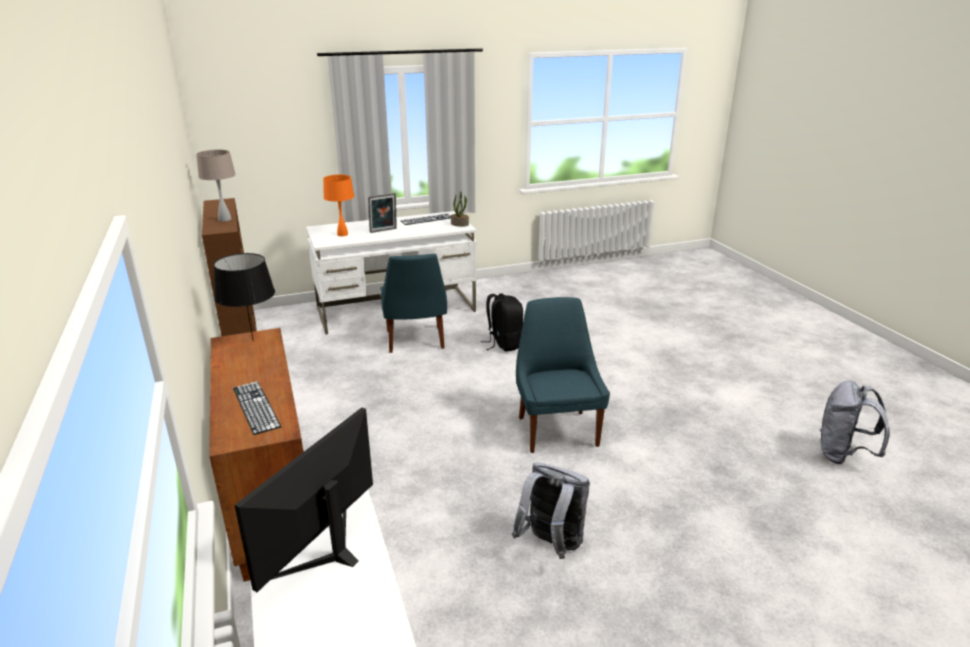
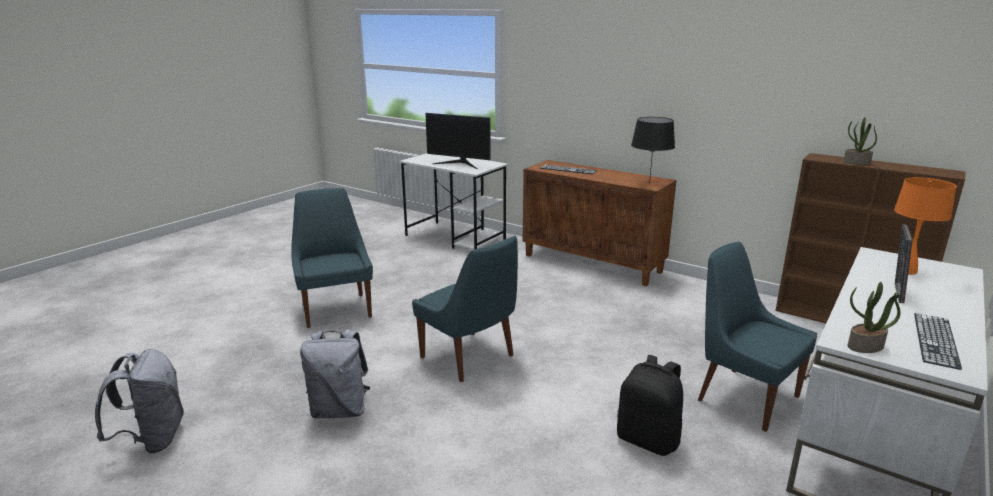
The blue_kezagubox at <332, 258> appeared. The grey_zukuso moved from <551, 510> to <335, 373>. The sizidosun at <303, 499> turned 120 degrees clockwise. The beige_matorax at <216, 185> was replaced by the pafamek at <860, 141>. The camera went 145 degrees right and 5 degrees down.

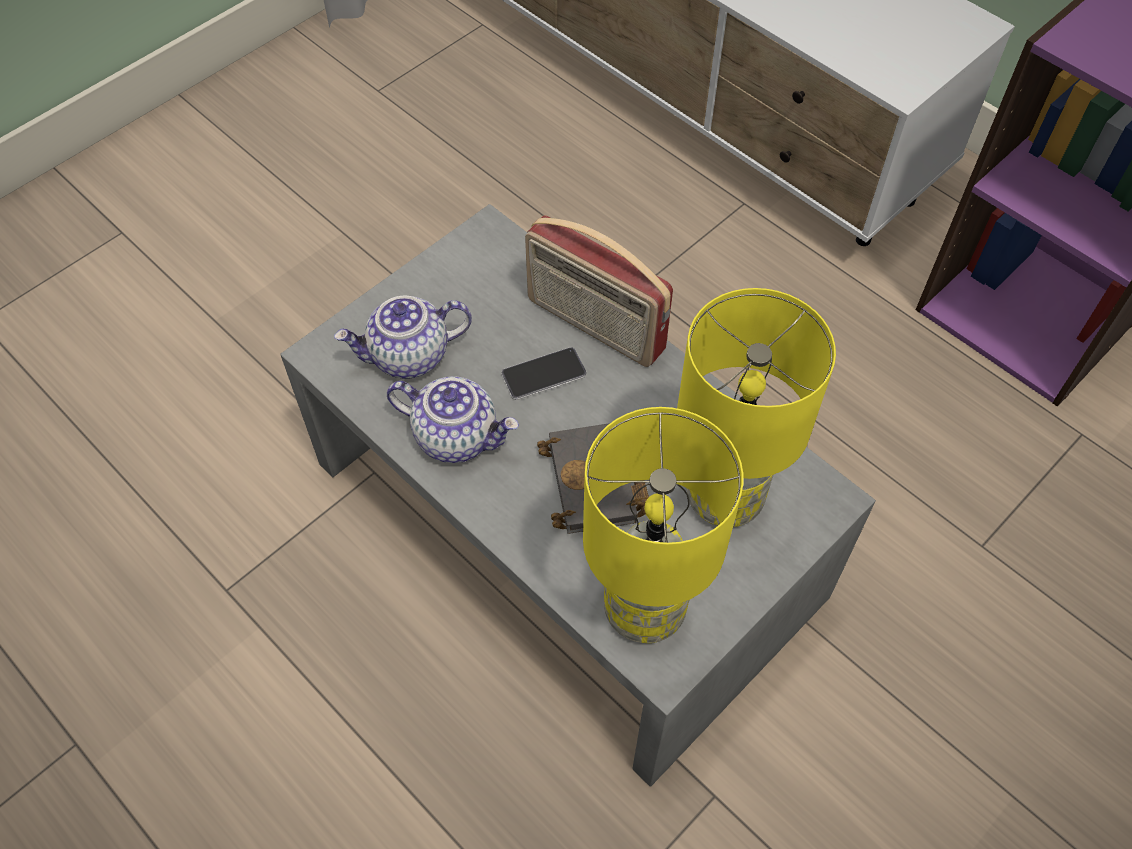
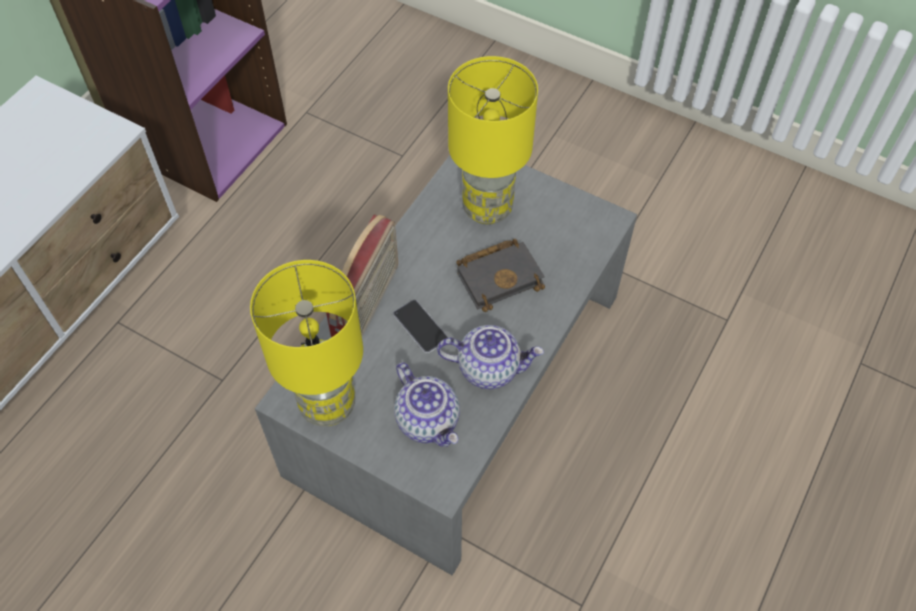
The yellow_matorax moved from <663, 525> to <306, 343>. The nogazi at <453, 419> turned 90 degrees clockwise. The camera went 105 degrees left and 0 degrees up.

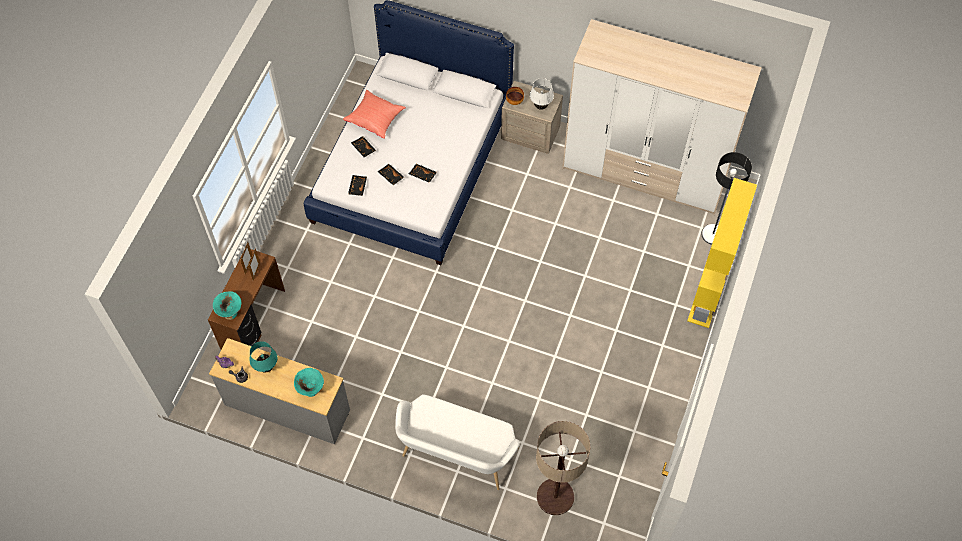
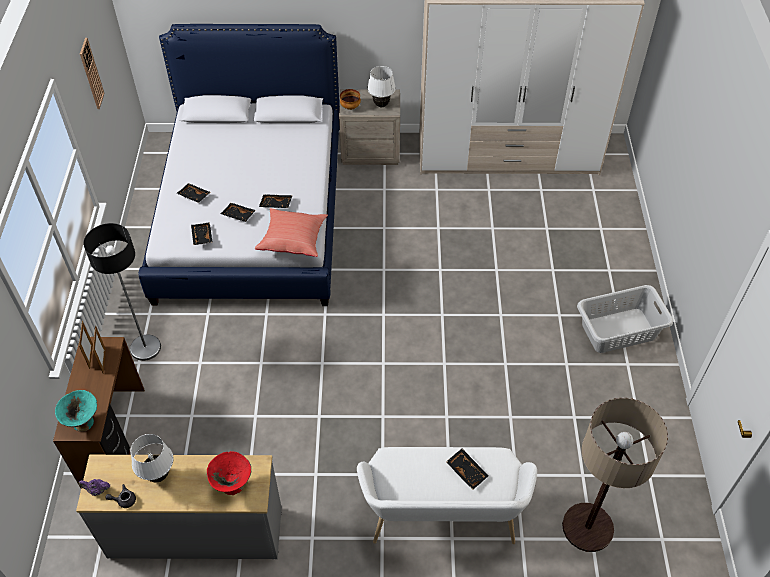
The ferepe at <92, 73> appeared. The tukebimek moved from <726, 198> to <122, 292>. The turquoise_matorax at <263, 356> became the white_matorax at <152, 458>. The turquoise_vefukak at <309, 382> became the red_vefukak at <229, 473>. The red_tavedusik moved from <374, 114> to <291, 232>. The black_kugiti at <467, 469> appeared. The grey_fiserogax at <625, 319> appeared. The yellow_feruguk at <722, 253> disappeared. The camera went 20 degrees left and 10 degrees down.

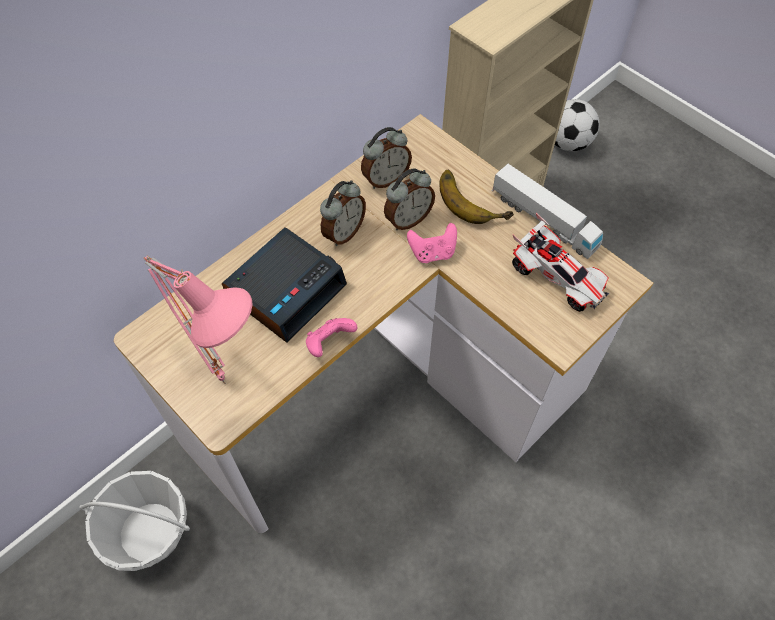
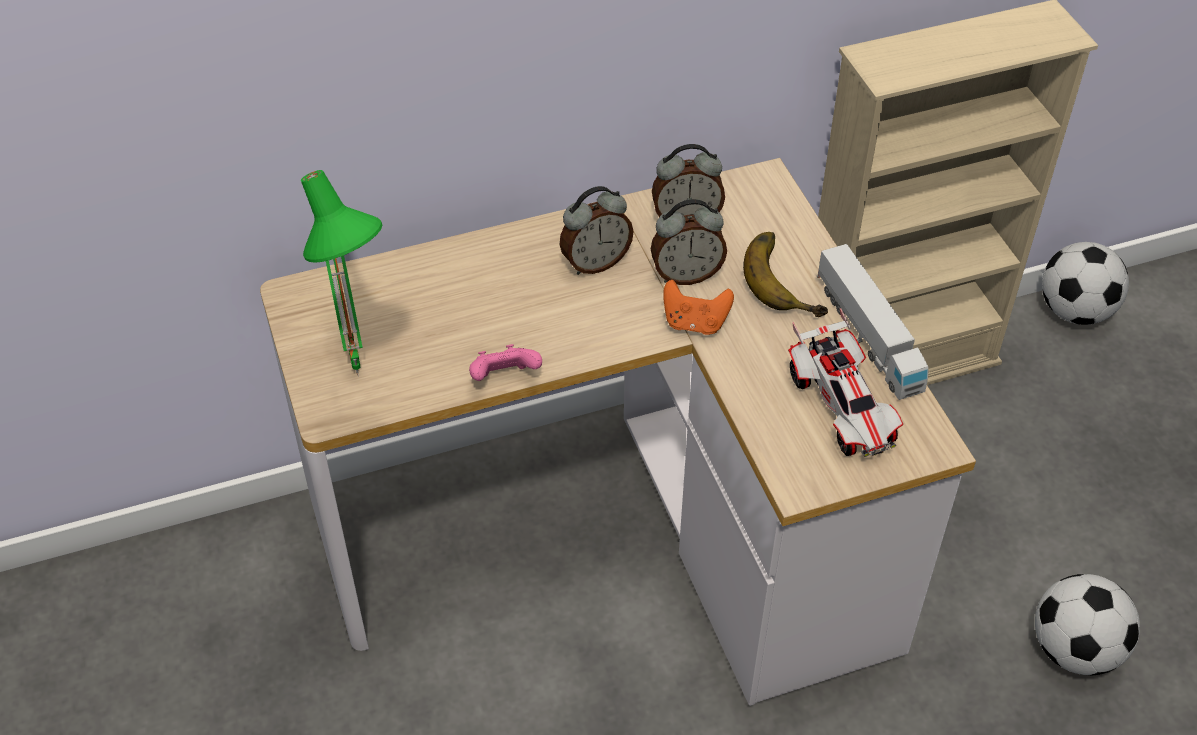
The pink_matorax at <198, 319> became the green_matorax at <341, 273>. The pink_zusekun at <432, 243> became the orange_zusekun at <698, 307>. The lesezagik at <1087, 624> appeared. The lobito at <134, 521> disappeared. The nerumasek at <284, 285> disappeared. The camera went 25 degrees right and 10 degrees down.

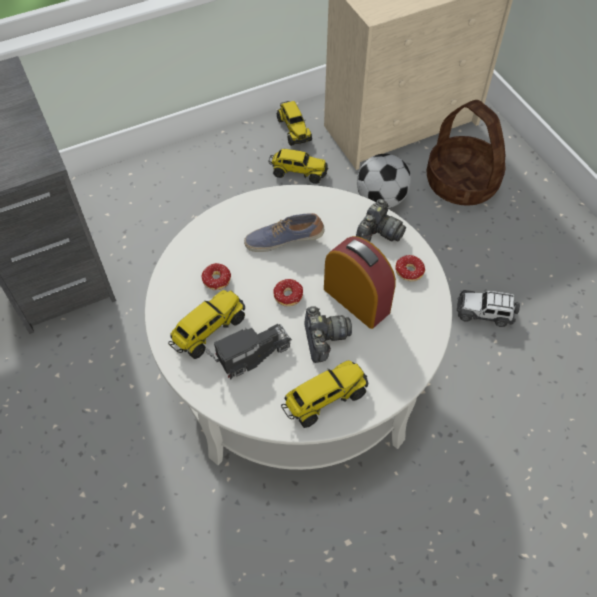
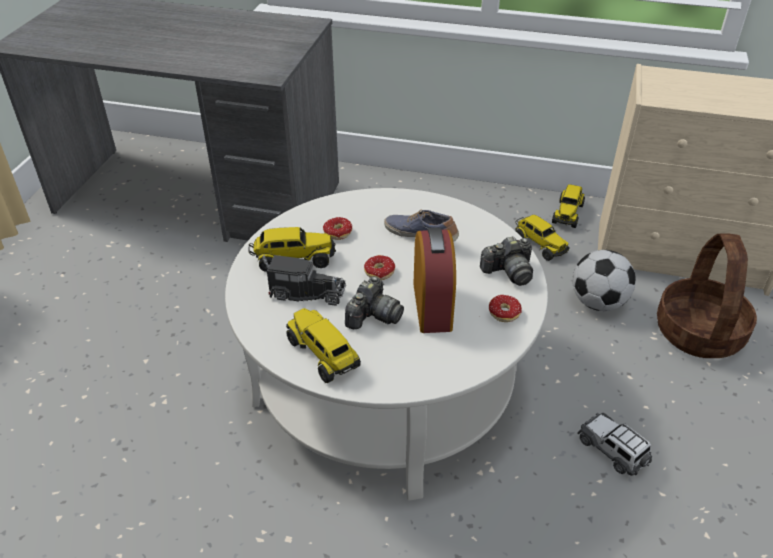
The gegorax at <324, 394> turned 135 degrees counterclockwise. The camera went 40 degrees right and 15 degrees down.

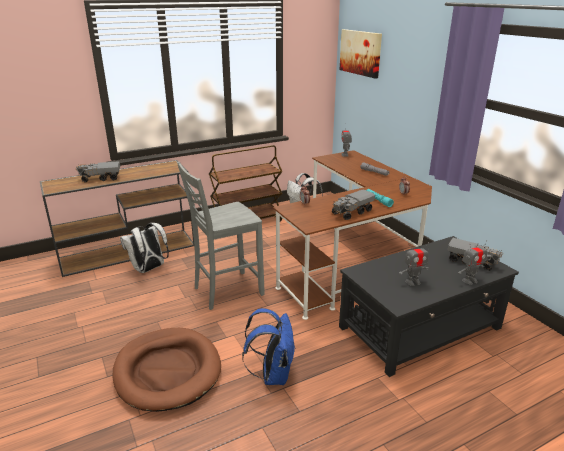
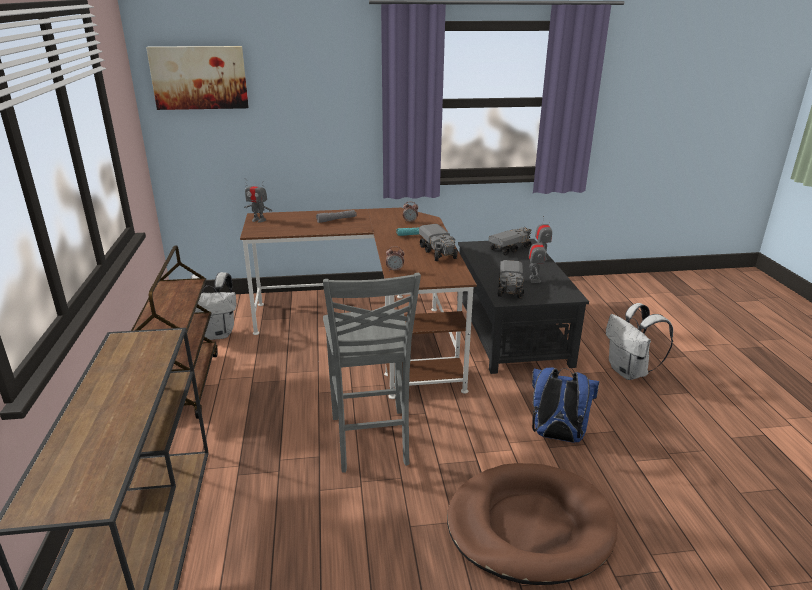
The gegorax moved from <98, 171> to <511, 279>. The white_zukuso moved from <144, 248> to <639, 341>. The camera went 70 degrees left and 0 degrees up.

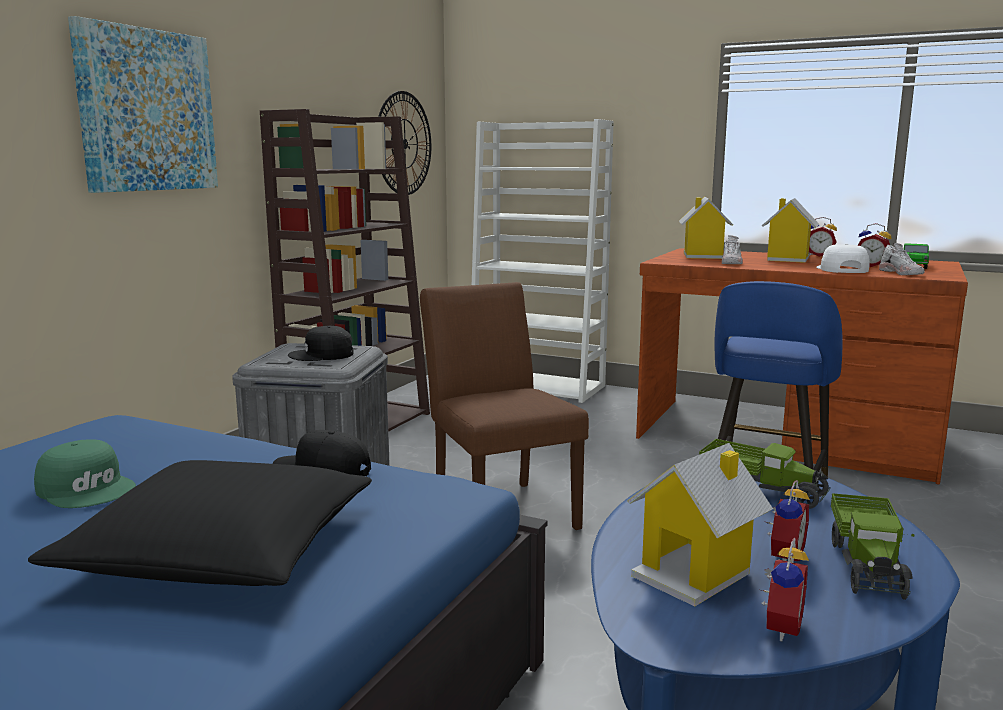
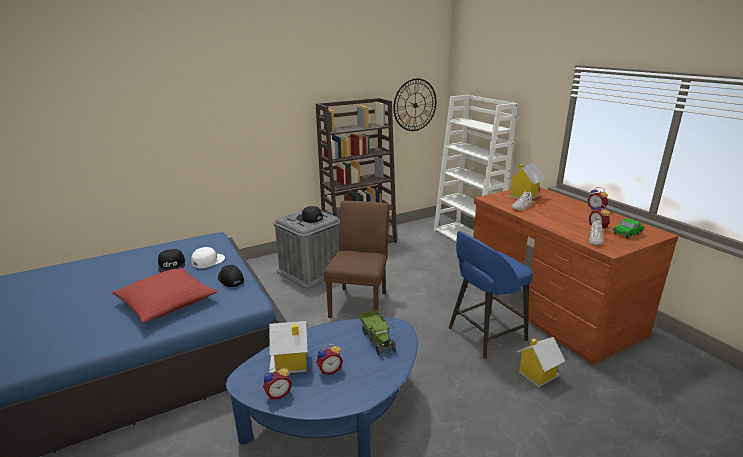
The black_tavedusik at <200, 523> became the red_tavedusik at <164, 295>. The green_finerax at <85, 474> became the black_finerax at <171, 260>. The white_finerax moved from <843, 258> to <208, 257>. The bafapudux moved from <790, 230> to <540, 362>. The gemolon at <143, 104> disappeared. The gegorax at <873, 546> disappeared. The camera went 35 degrees right and 10 degrees up.

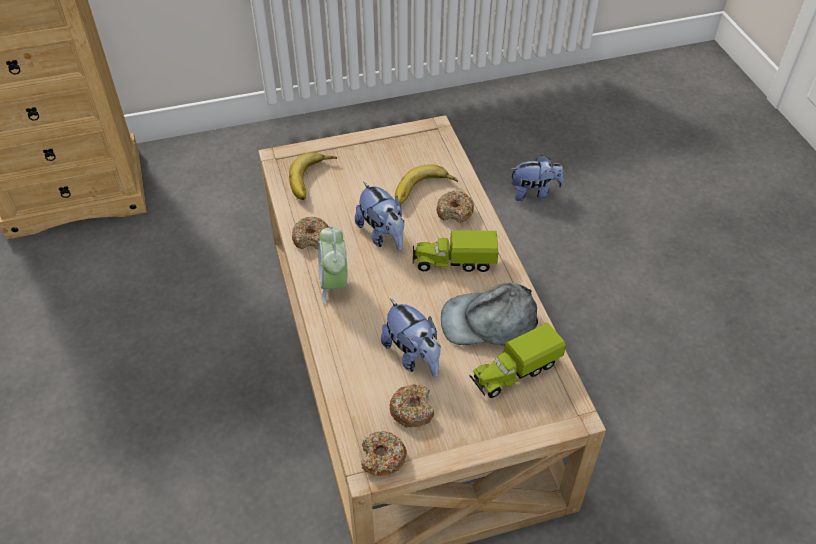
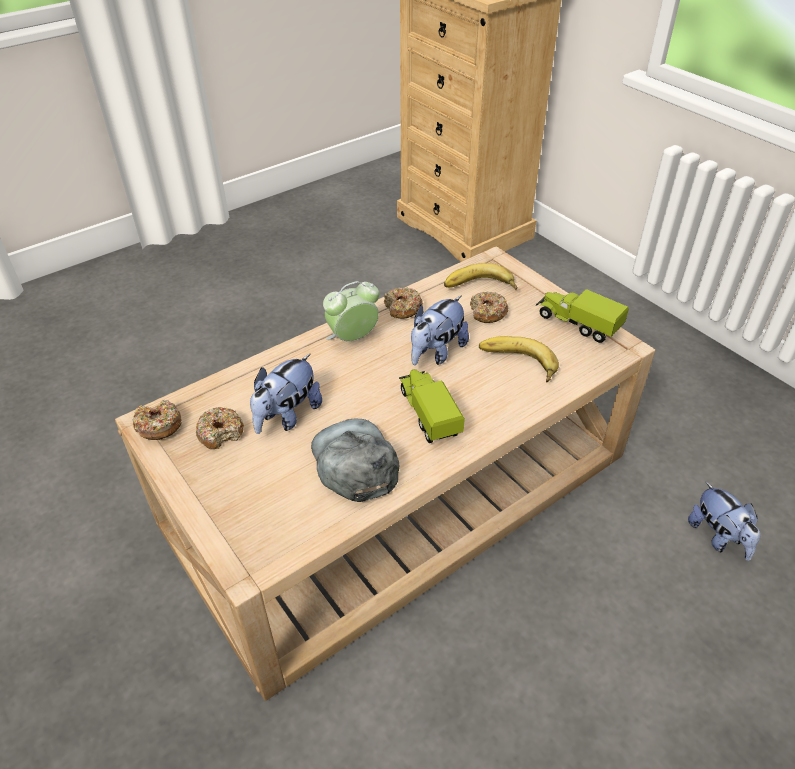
The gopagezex moved from <455, 207> to <489, 307>. The gegorax moved from <517, 360> to <582, 316>. The camera went 70 degrees right and 5 degrees down.

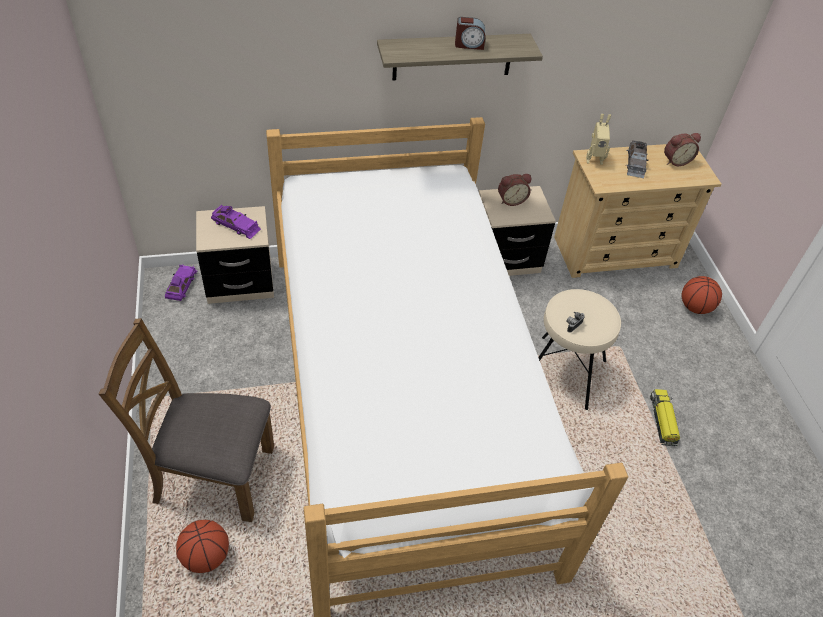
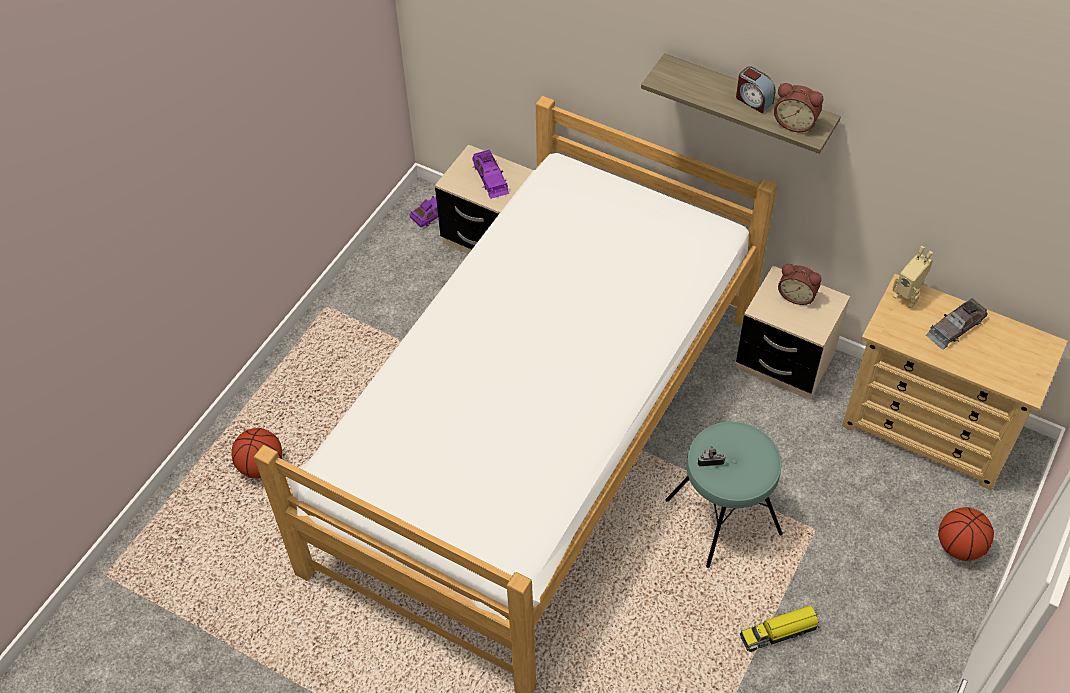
The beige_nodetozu at <579, 349> became the turquoise_nodetozu at <724, 495>. The gegorax at <665, 417> turned 150 degrees counterclockwise. The nerumasek moved from <682, 149> to <798, 107>. The brown_kezagubox at <186, 420> disappeared. The camera went 45 degrees right and 5 degrees up.

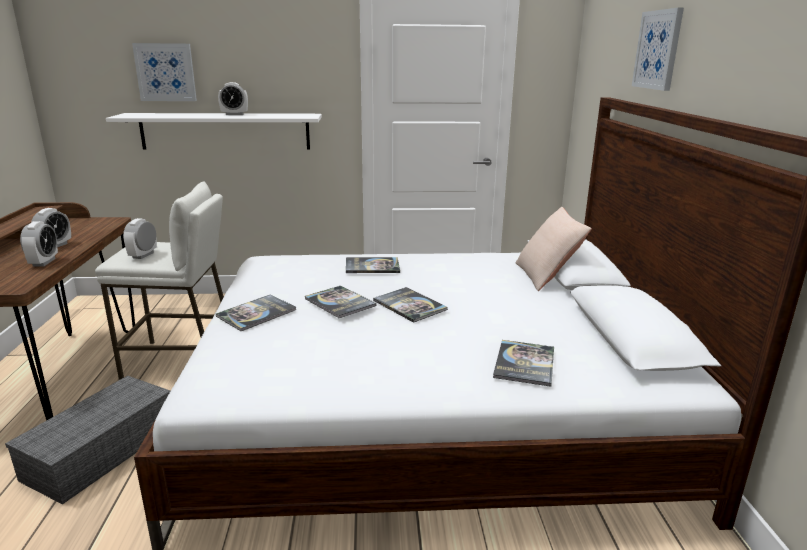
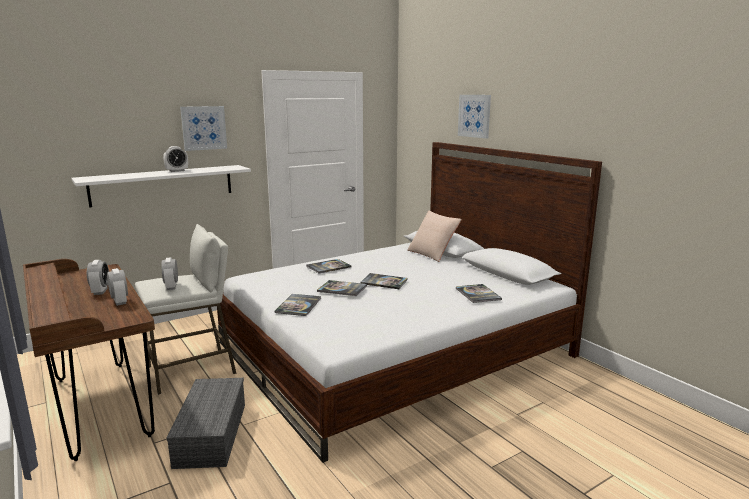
The gemolon moved from <164, 72> to <203, 128>. The camera went 30 degrees left and 5 degrees down.

